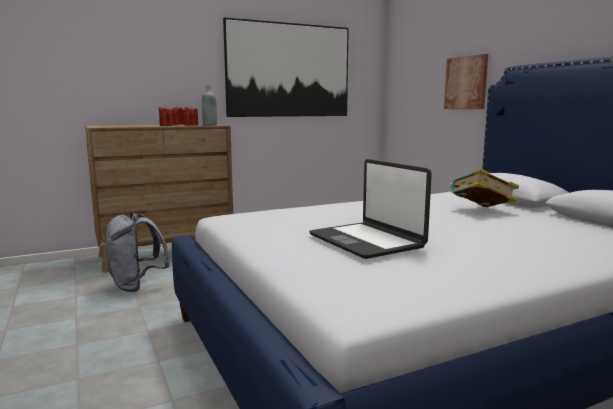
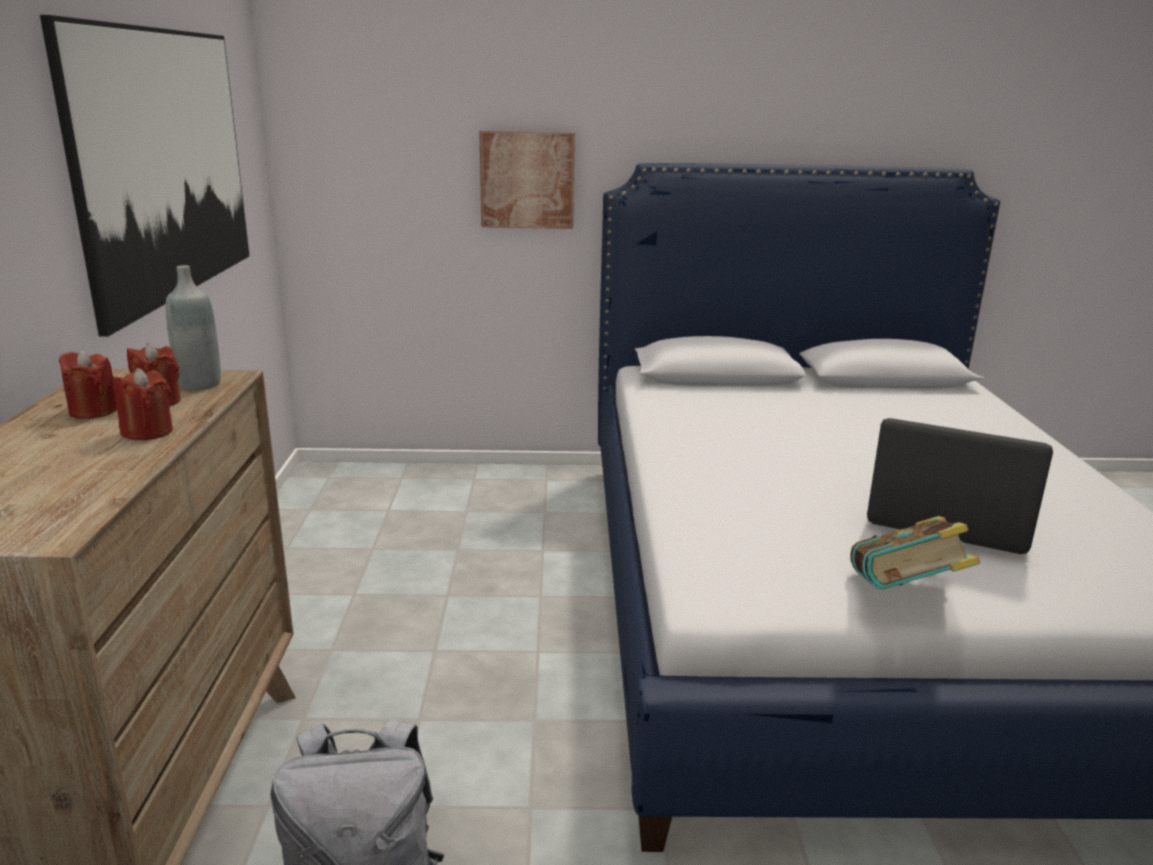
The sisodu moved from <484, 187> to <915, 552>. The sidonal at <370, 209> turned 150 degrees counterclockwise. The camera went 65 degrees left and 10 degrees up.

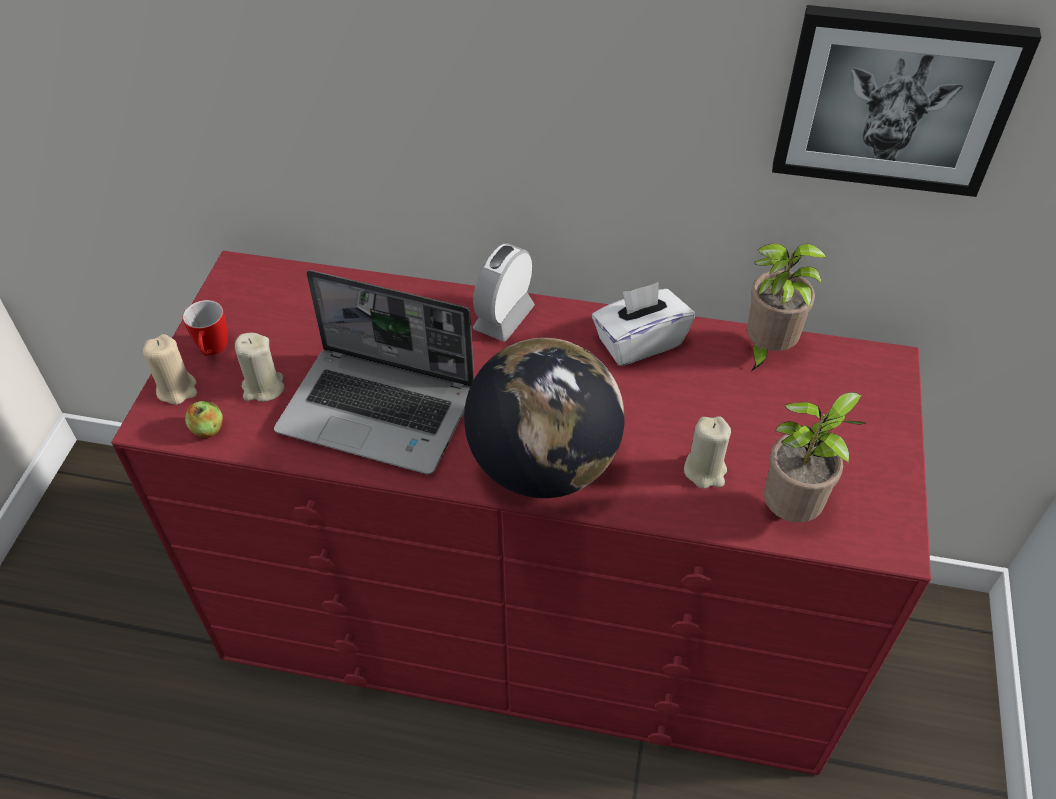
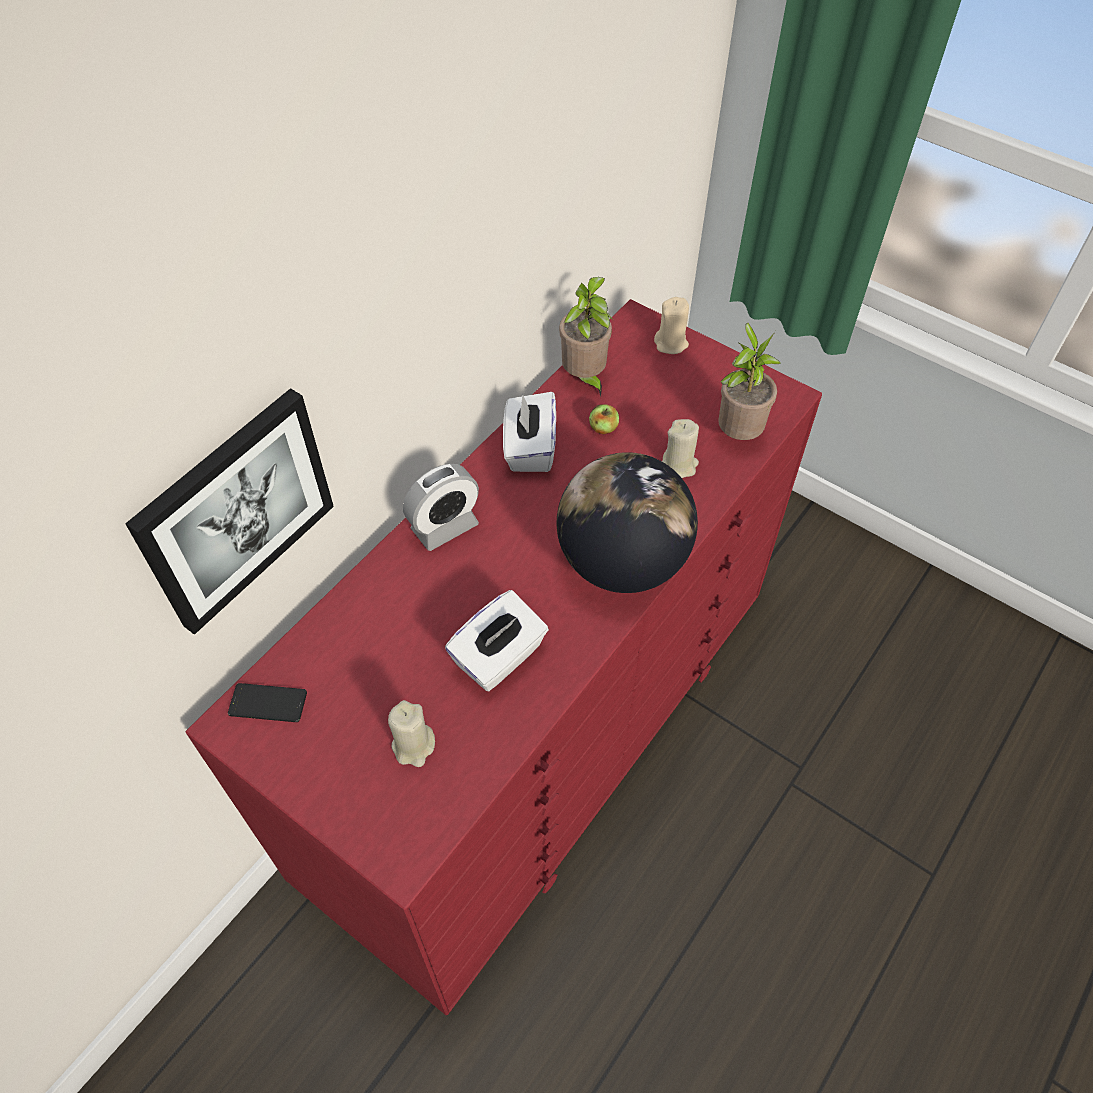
The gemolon moved from <907, 101> to <229, 511>. The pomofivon at <267, 702> appeared. The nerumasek at <504, 293> turned 90 degrees counterclockwise. The sidonal at <374, 372> was replaced by the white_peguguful at <497, 640>. The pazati moved from <204, 419> to <604, 419>. The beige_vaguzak moved from <170, 369> to <671, 325>. The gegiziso at <205, 328> disappeared. The camera went 65 degrees left and 5 degrees up.

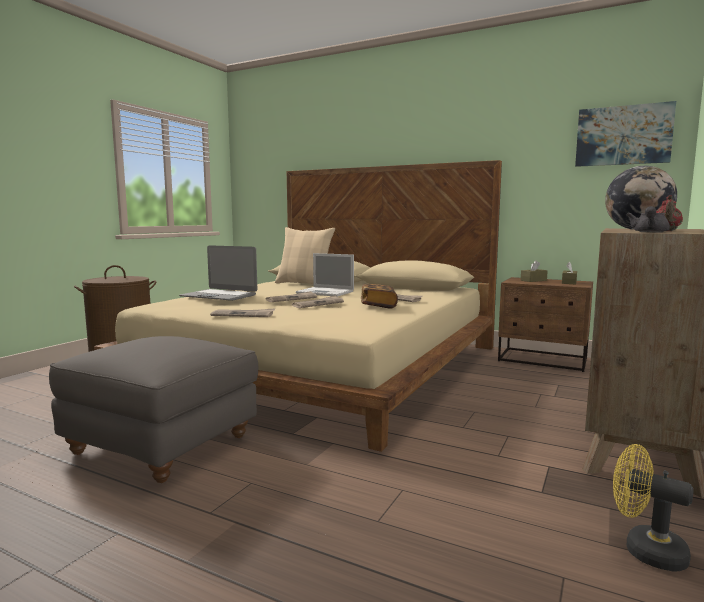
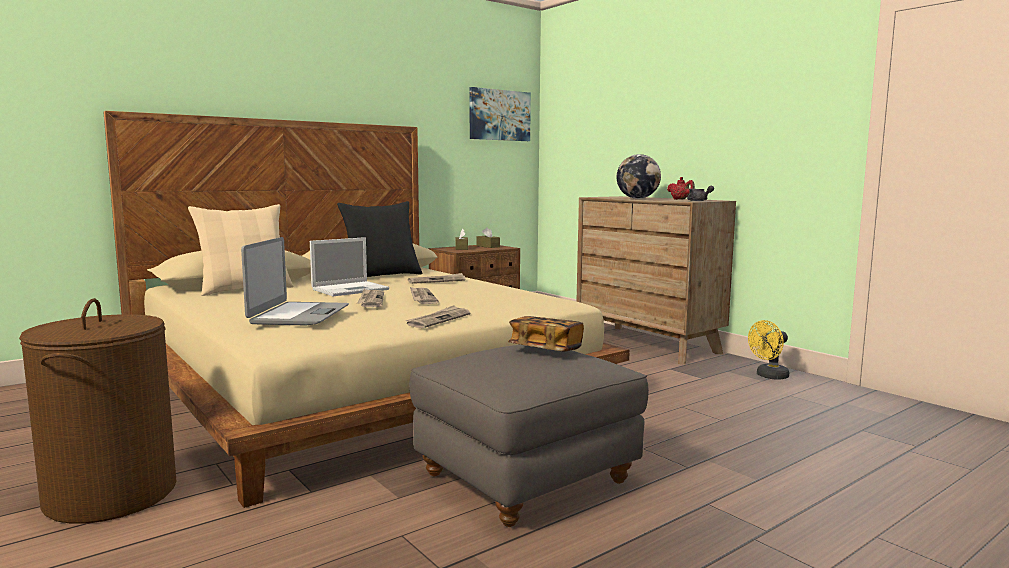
The sidonal at <218, 273> turned 45 degrees counterclockwise. The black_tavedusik at <380, 239> appeared. The sisodu moved from <379, 296> to <546, 334>. The camera went 65 degrees left and 0 degrees up.

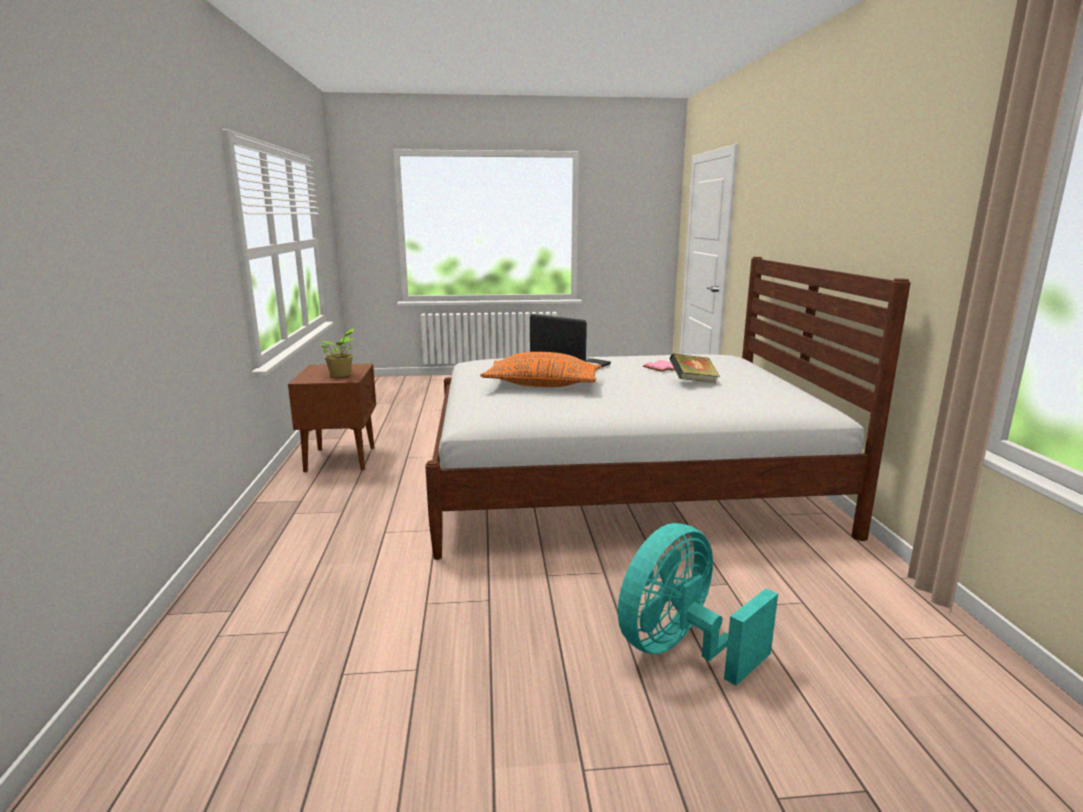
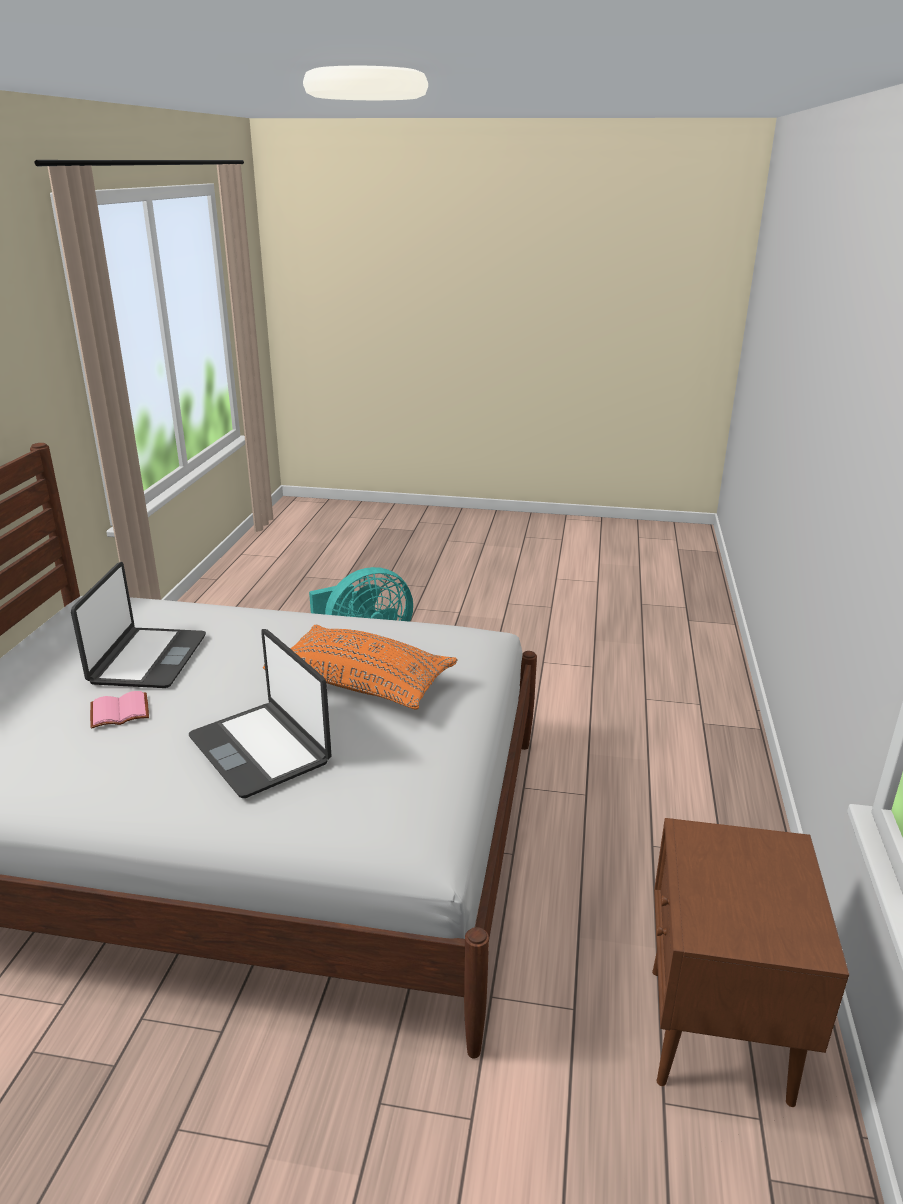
The sisodu at <695, 368> was replaced by the sidonal at <138, 625>. The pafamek at <336, 352> disappeared. The camera went 165 degrees left and 10 degrees up.

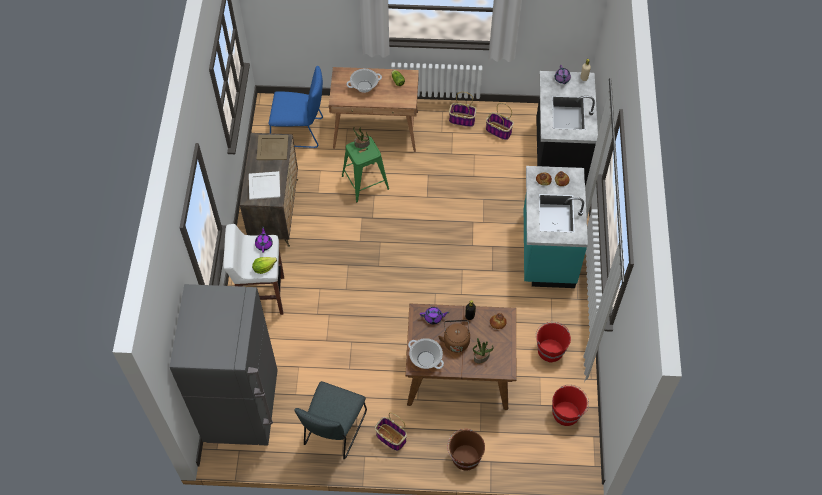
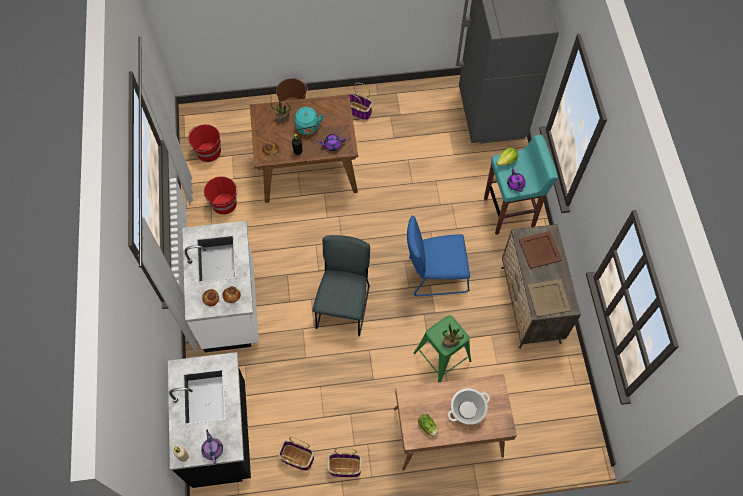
The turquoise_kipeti at <556, 227> became the white_kipeti at <221, 286>. The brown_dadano at <454, 336> became the turquoise_dadano at <309, 121>. The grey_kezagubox moved from <330, 420> to <341, 285>. The blue_kezagubox moved from <296, 107> to <438, 255>. The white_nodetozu at <253, 269> became the turquoise_nodetozu at <521, 185>. The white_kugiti at <264, 185> became the brown_kugiti at <540, 250>. The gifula at <426, 353> disappeared. The camera went 170 degrees right and 5 degrees up.

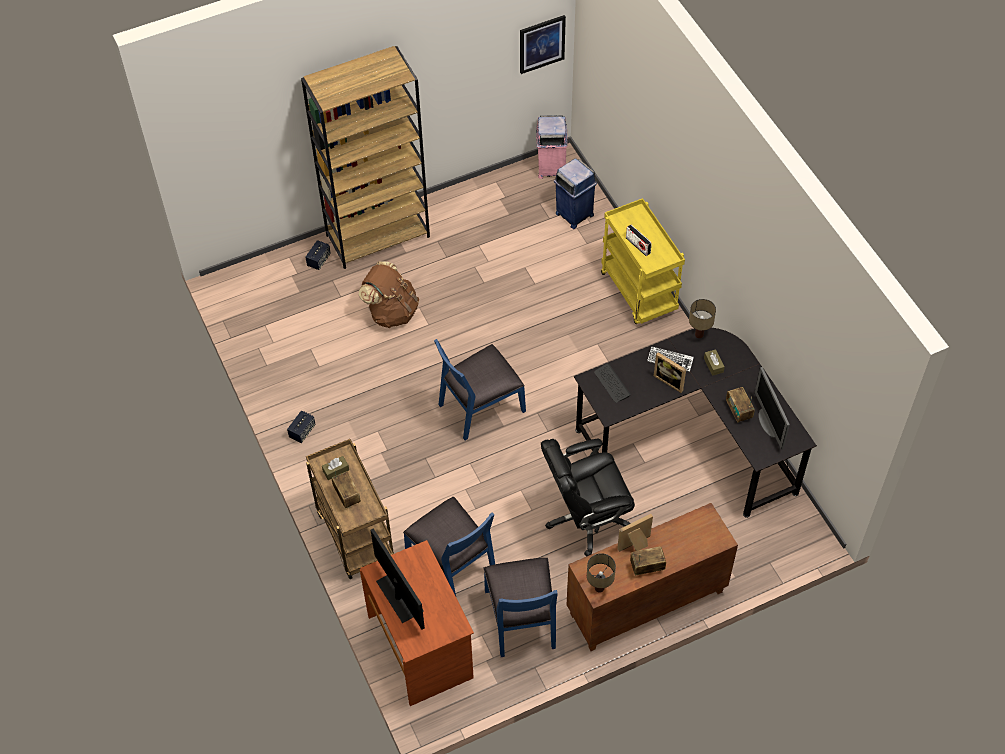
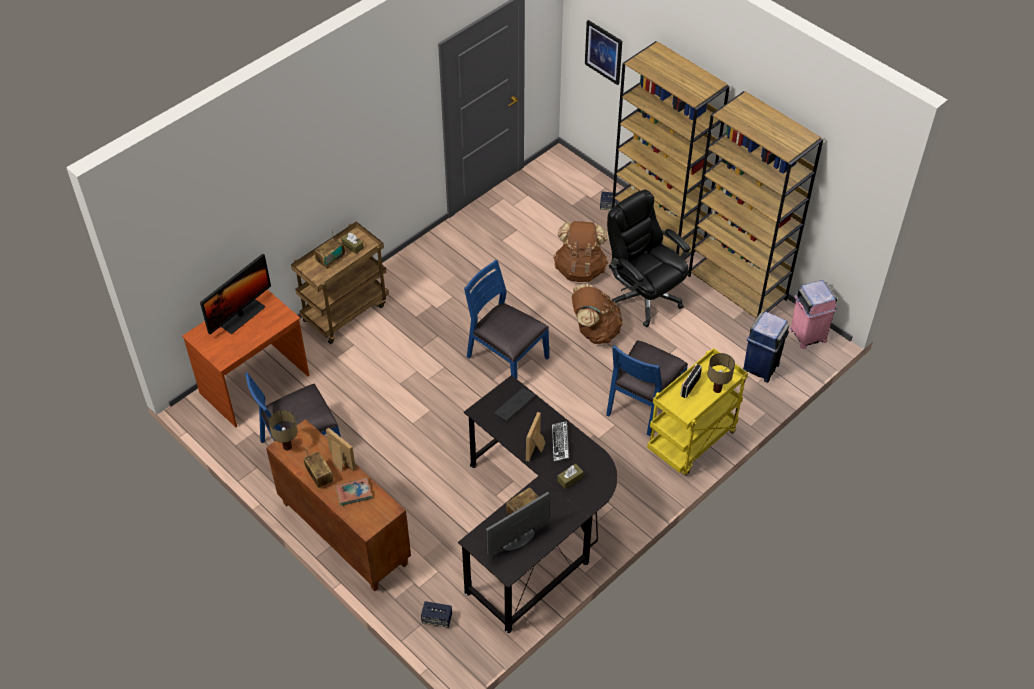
The sisodu at <353, 492> appeared. The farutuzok moved from <301, 426> to <436, 614>. The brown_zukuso at <597, 314> appeared. The gemolon moved from <543, 44> to <603, 52>. The blue_kezagubox moved from <449, 546> to <647, 388>. The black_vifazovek moved from <588, 497> to <649, 258>. The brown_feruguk at <755, 204> appeared. The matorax moved from <702, 318> to <721, 373>. The camera went 70 degrees right and 5 degrees down.

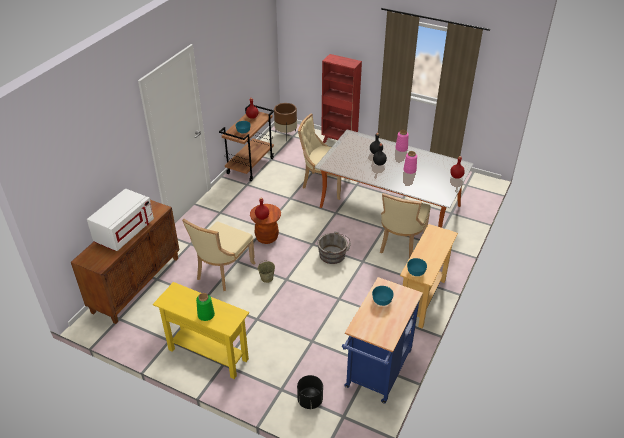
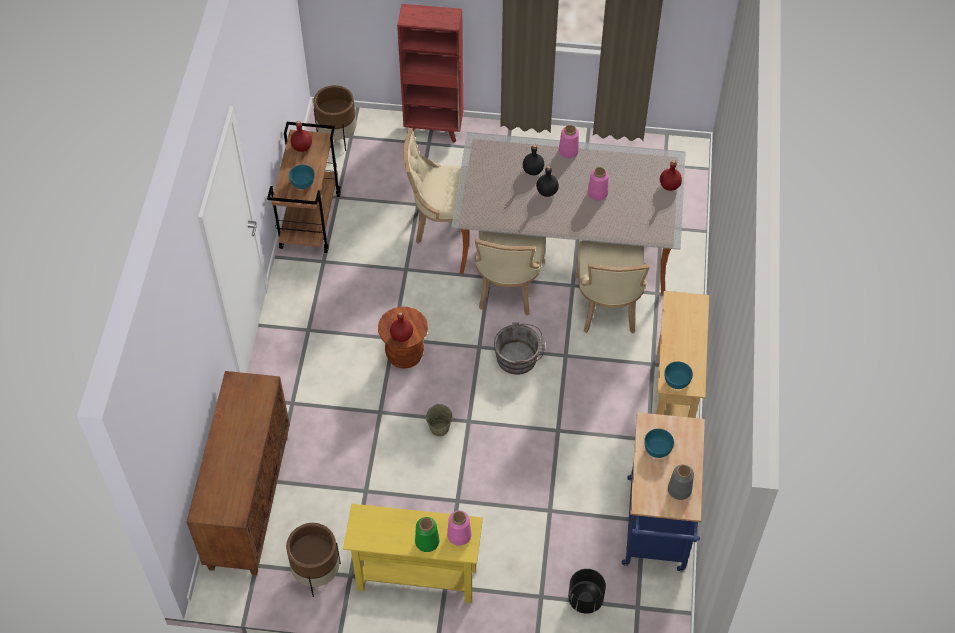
The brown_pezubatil at <313, 560> appeared. The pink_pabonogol at <459, 528> appeared. The beige_kezagubox moved from <219, 255> to <510, 273>. The grey_pabonogol at <681, 482> appeared. The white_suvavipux at <120, 220> disappeared. The camera went 20 degrees left and 15 degrees up.

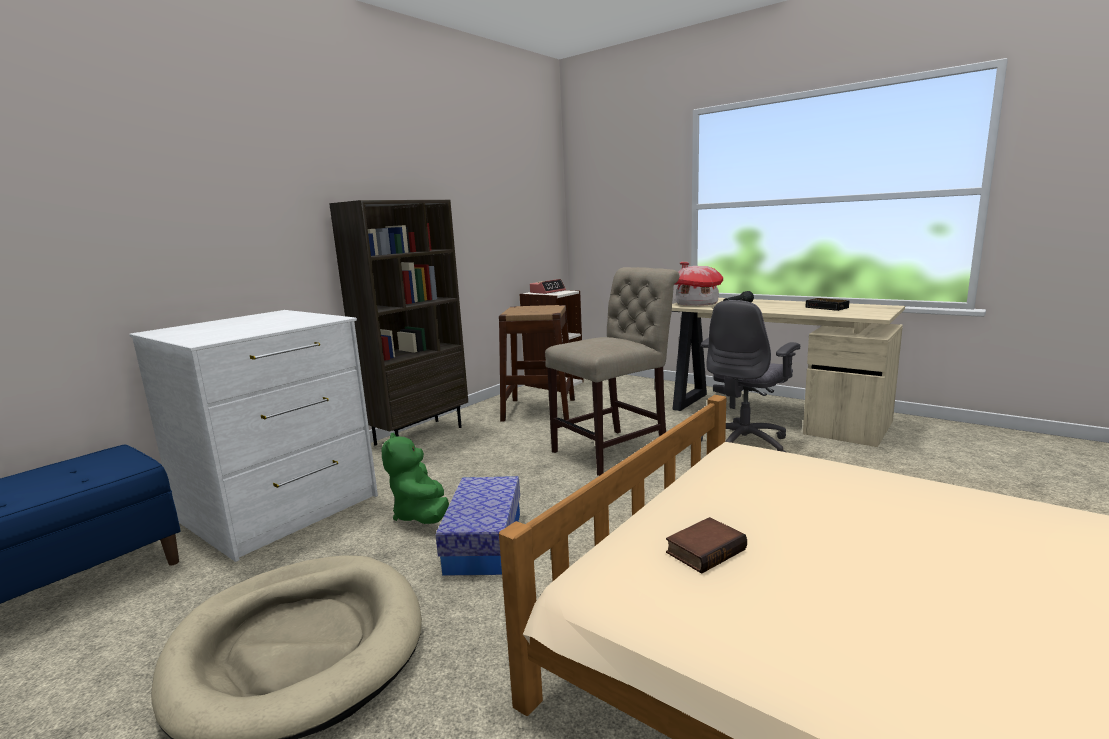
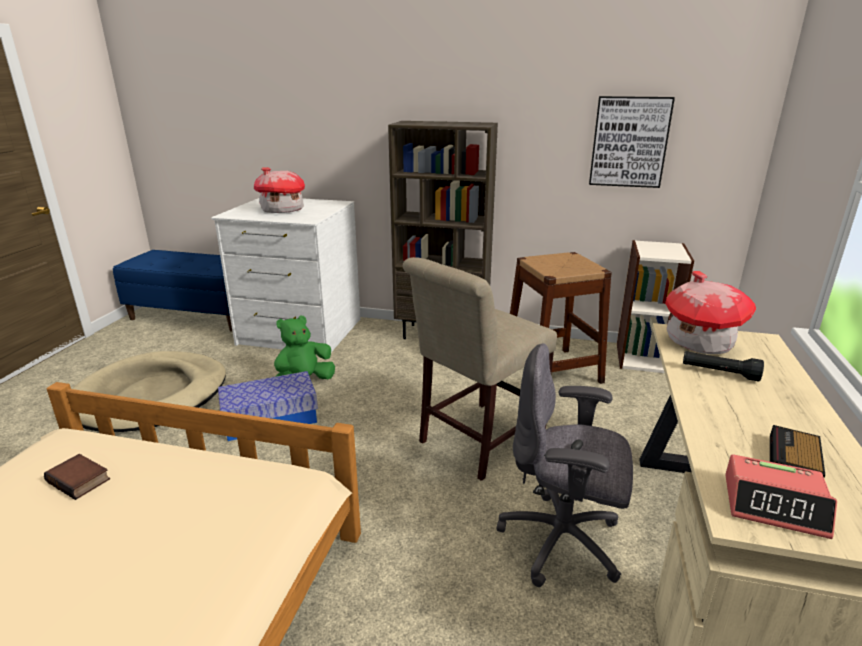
The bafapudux at <279, 190> appeared. The beige_kezagubox at <612, 371> turned 105 degrees clockwise. The gemolon at <632, 142> appeared. The nerumasek moved from <548, 286> to <781, 496>. The camera went 65 degrees right and 10 degrees up.

